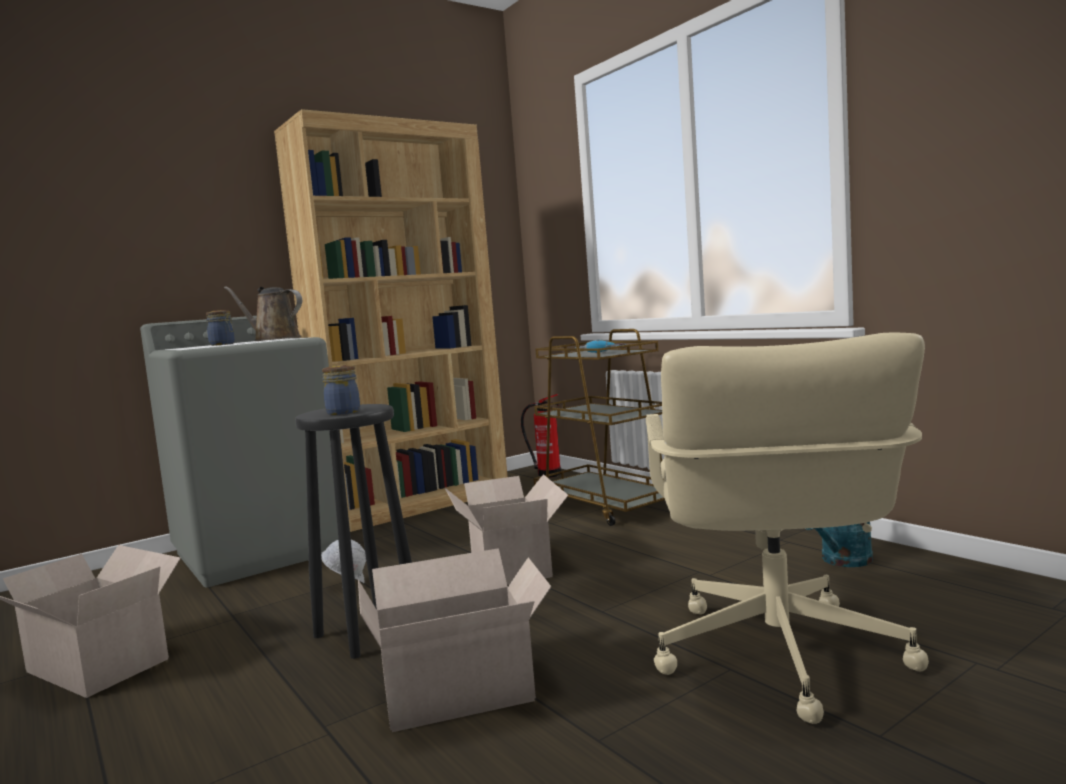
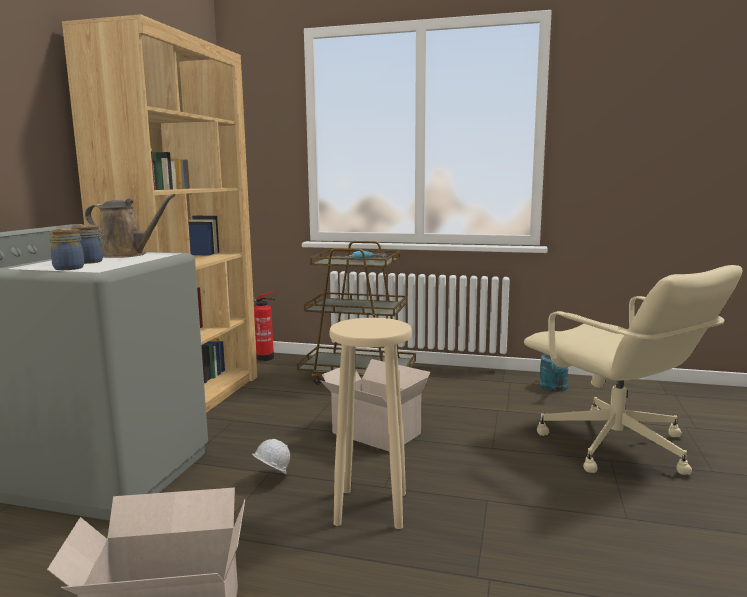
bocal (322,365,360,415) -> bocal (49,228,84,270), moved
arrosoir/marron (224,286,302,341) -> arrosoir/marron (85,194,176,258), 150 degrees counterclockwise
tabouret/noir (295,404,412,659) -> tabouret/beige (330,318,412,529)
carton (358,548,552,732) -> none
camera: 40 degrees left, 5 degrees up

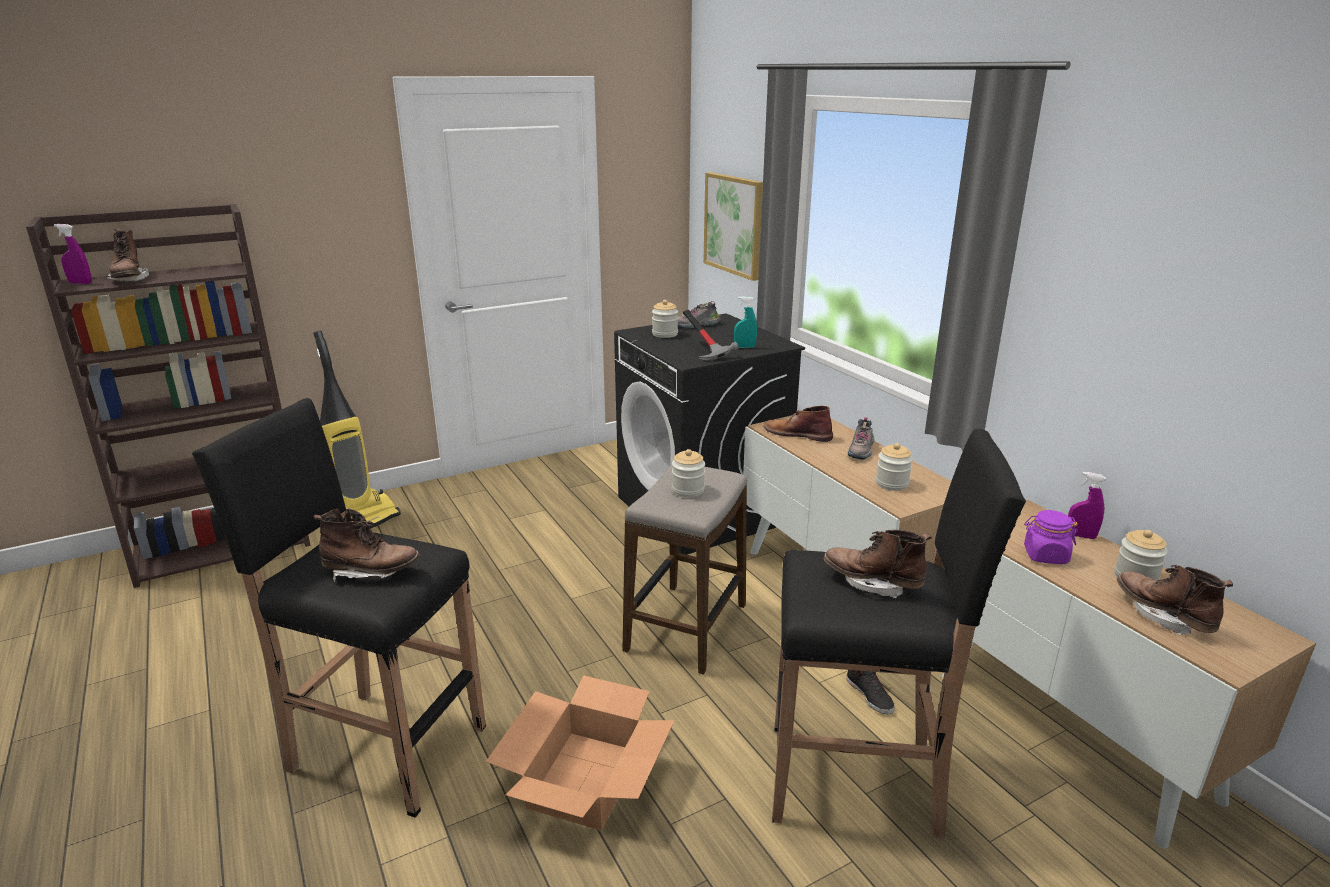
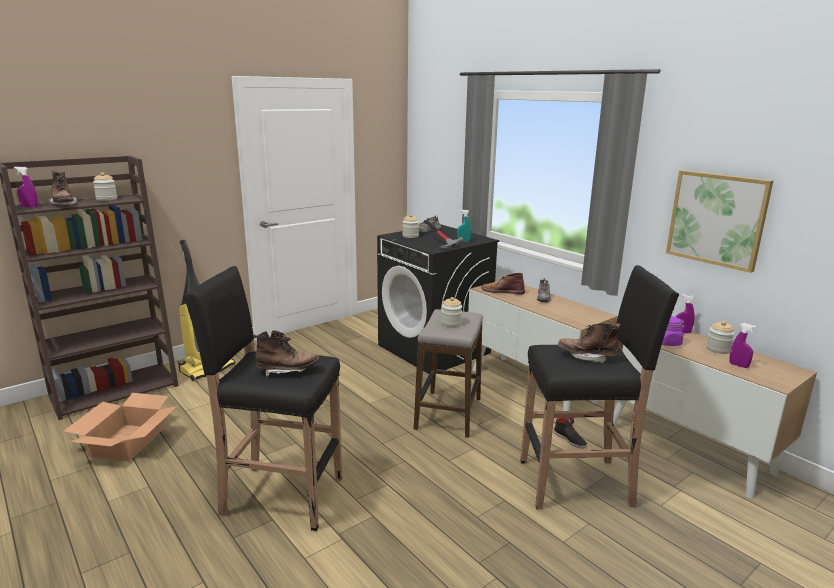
carton (486,675,675,830) -> carton (64,393,177,461), moved
bocal (876,443,913,491) -> bocal (93,172,117,201), moved
tableau (703,172,763,281) -> tableau (666,170,773,273), moved
botte/marron (1117,565,1233,635) -> vaporisateur/violet (729,323,756,368)
camera: 10 degrees left, 5 degrees down

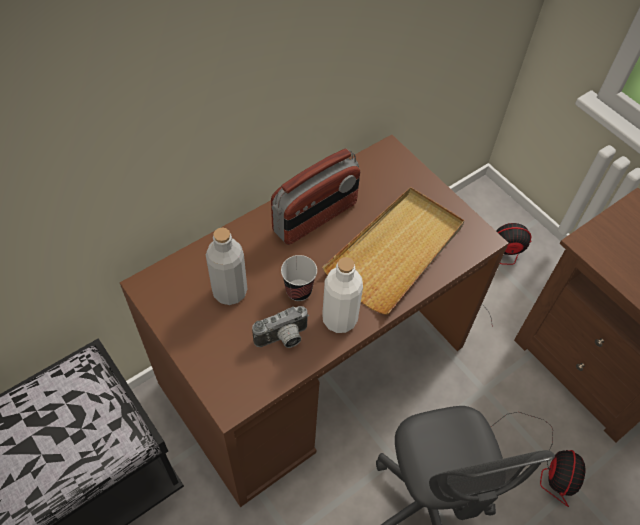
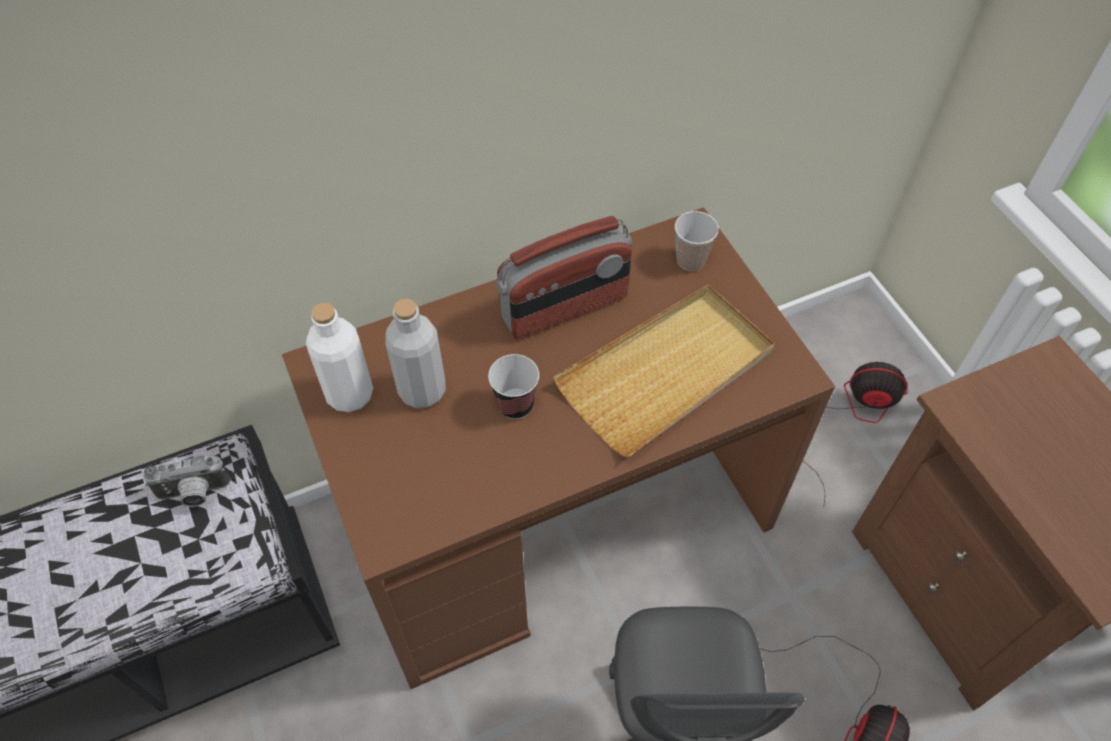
appareil photo (252,306,309,348) -> appareil photo (143,455,231,507), moved
bouteille/blanc (322,257,363,333) -> bouteille/blanc (306,303,373,412), moved
none -> tasse (675,211,719,271)
camera: 15 degrees right, 0 degrees up

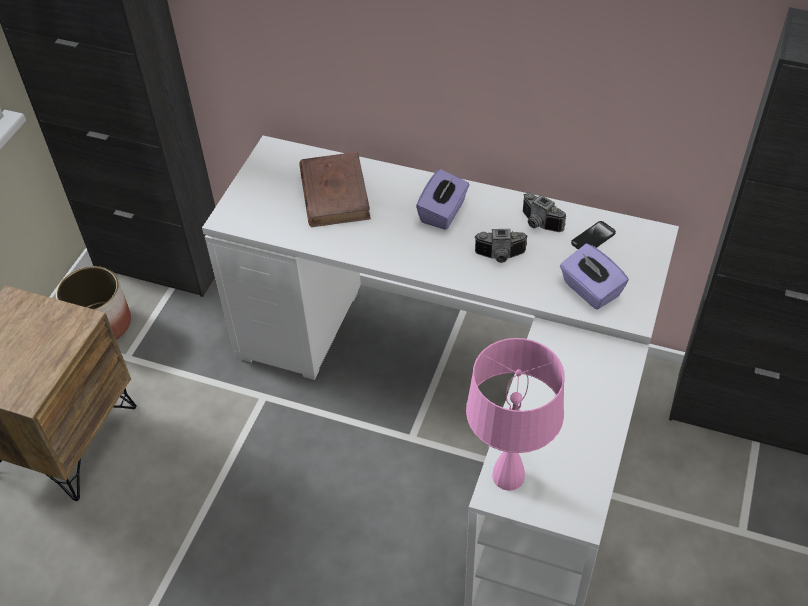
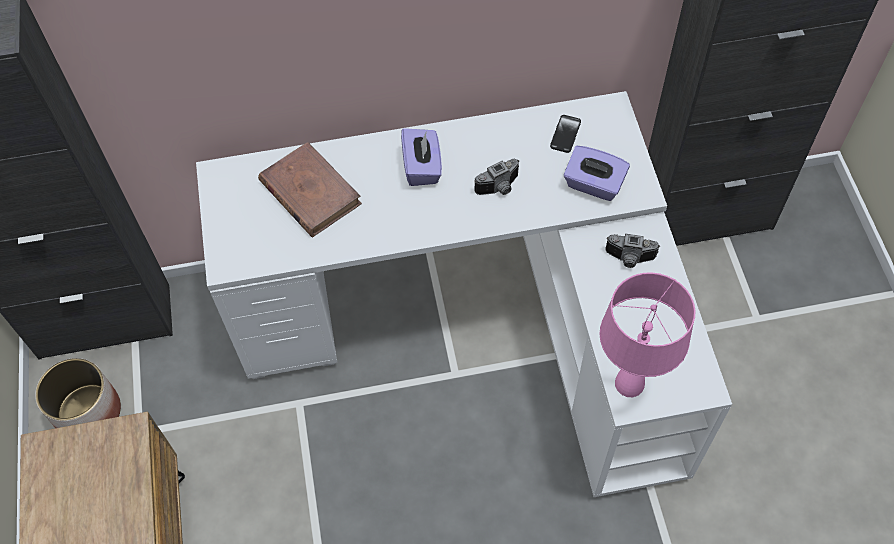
appareil photo (523,193,566,232) -> appareil photo (605,233,660,268), moved
camera: 30 degrees left, 10 degrees up

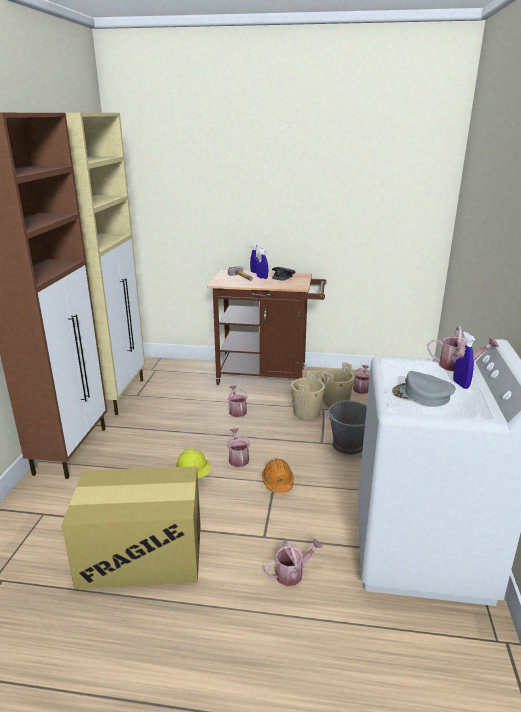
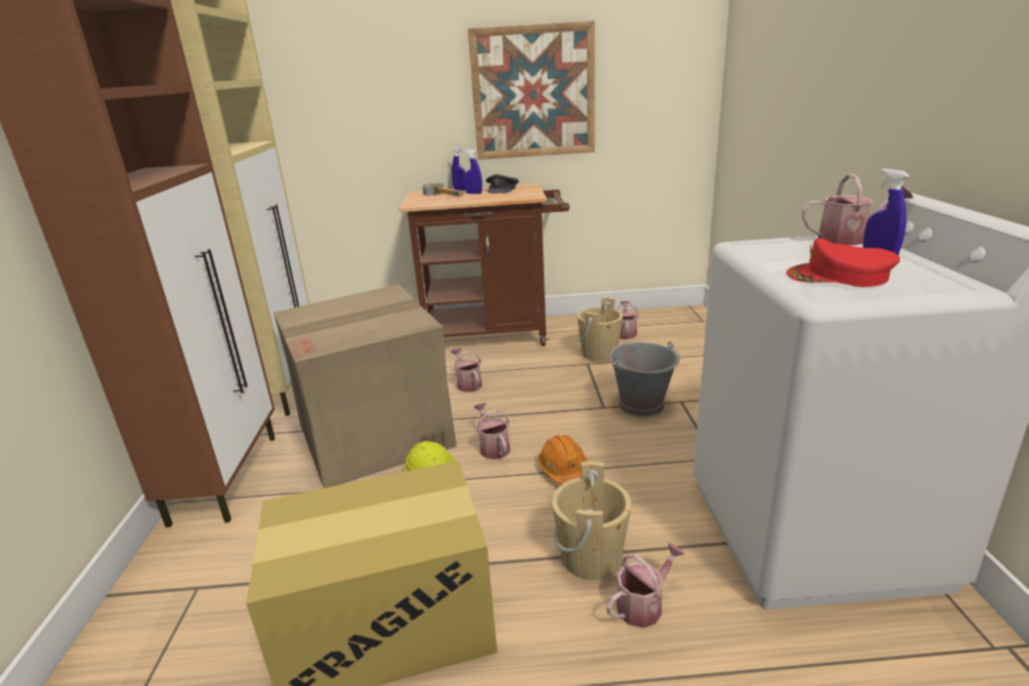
none -> carton (274,284,457,488)
none -> tableau (468,21,595,160)
seau/beige (291,370,325,420) -> seau/beige (552,462,631,580), moved
casquette/gris (392,371,456,406) -> casquette/rouge (786,239,900,287)
camera: 10 degrees left, 0 degrees up

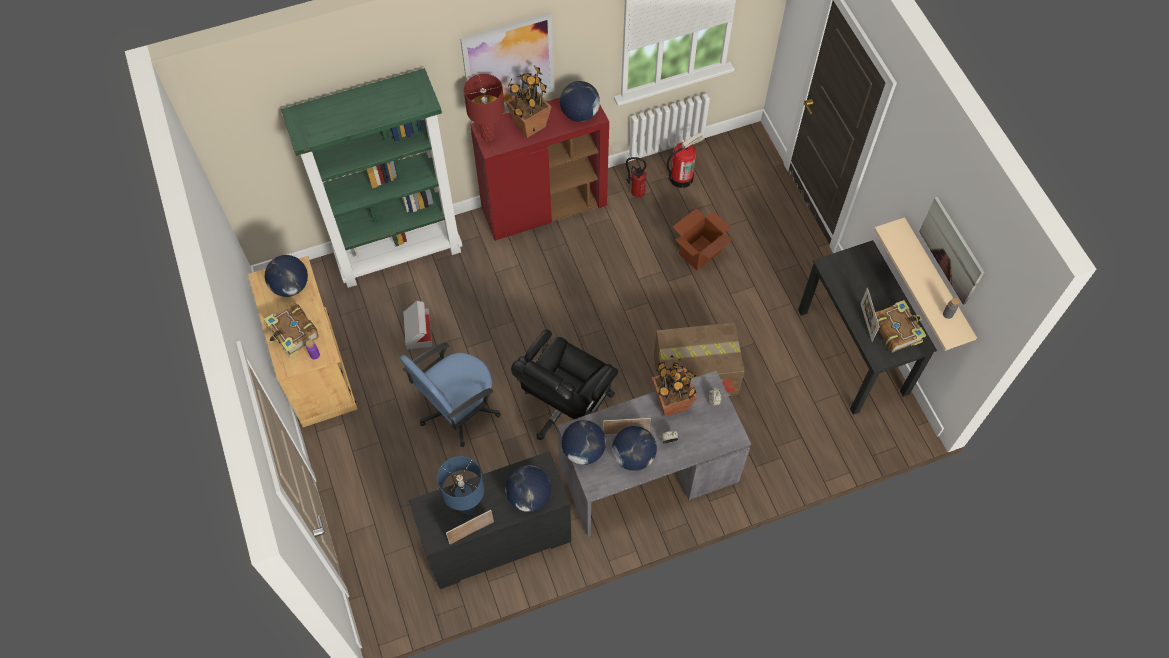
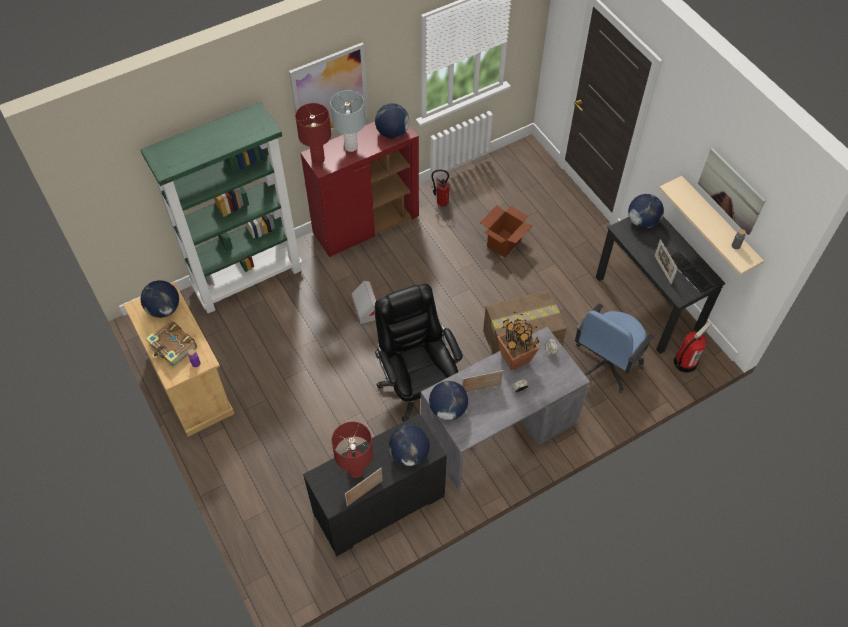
plante en pot (505,66,551,138) -> lampe de table/gris (330,90,365,152)
lampe de table/bleu (437,456,484,514) -> lampe de table/rouge (332,422,373,478)
carton (403,301,432,349) -> carton (351,281,377,324), moved
chaise de bureau/noir (511,330,618,440) -> chaise de bureau/noir (375,284,463,422), 135 degrees clockwise
chaise de bureau/bleu (400,343,501,447) -> chaise de bureau/bleu (575,304,654,393), moved
globe (612,426,657,471) -> globe (628,194,664,229), moved
livre (875,300,926,353) -> clavier (671,251,713,293)
extincteur (667,132,704,188) -> extincteur (674,321,712,373), moved
camera: 10 degrees left, 5 degrees down

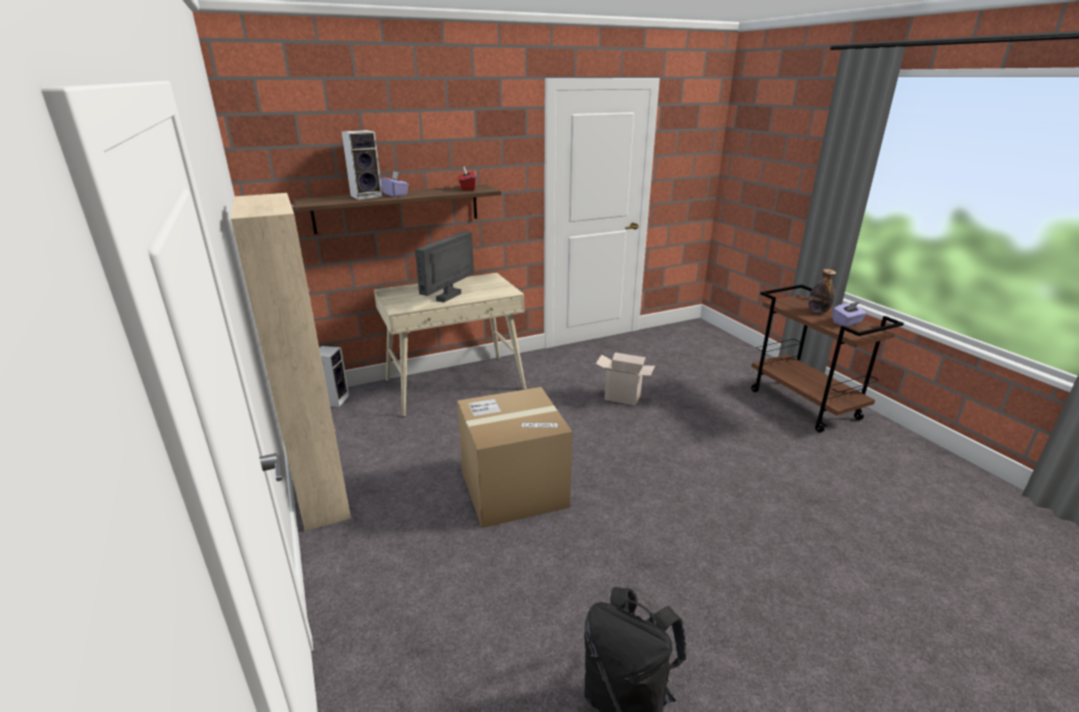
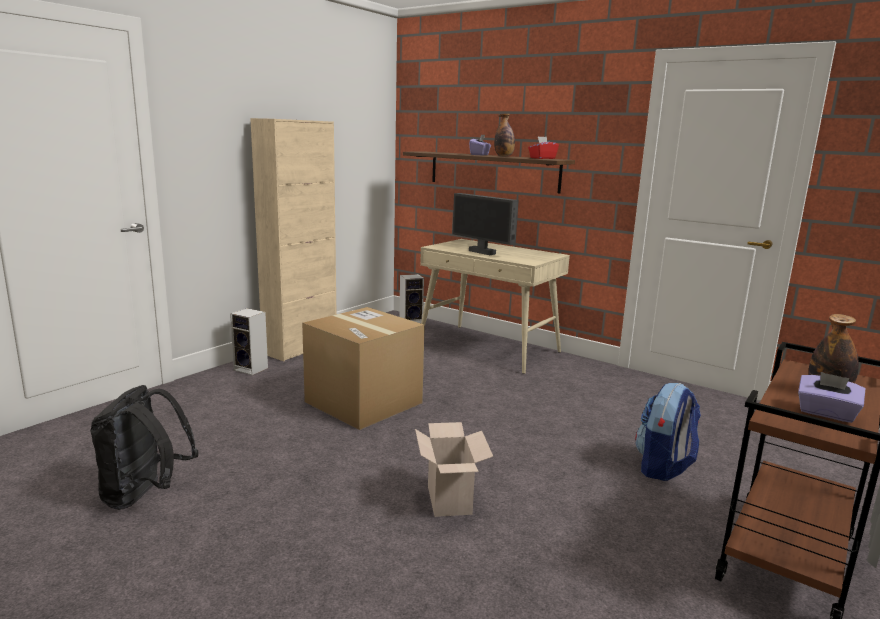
enceinte (342,130,383,200) -> enceinte (230,308,268,375), moved
carton (596,352,655,406) -> carton (415,422,493,517), moved
écran d'ordinateur (415,231,474,302) -> écran d'ordinateur (452,193,519,255), 135 degrees counterclockwise
none -> bouteille (494,114,515,156)
none -> sac à dos (635,383,701,481)
camera: 60 degrees right, 10 degrees down

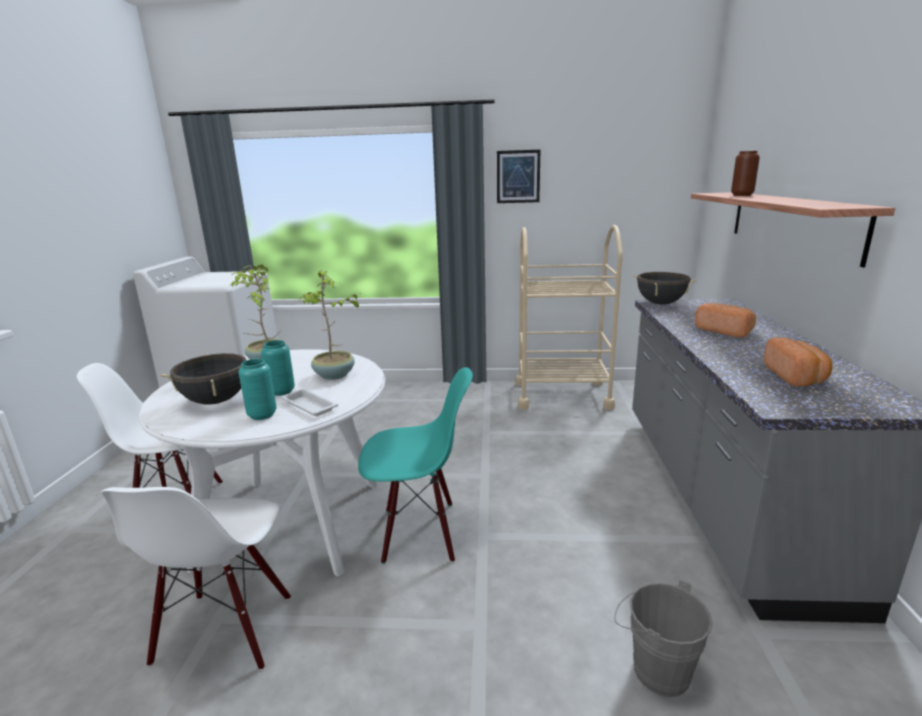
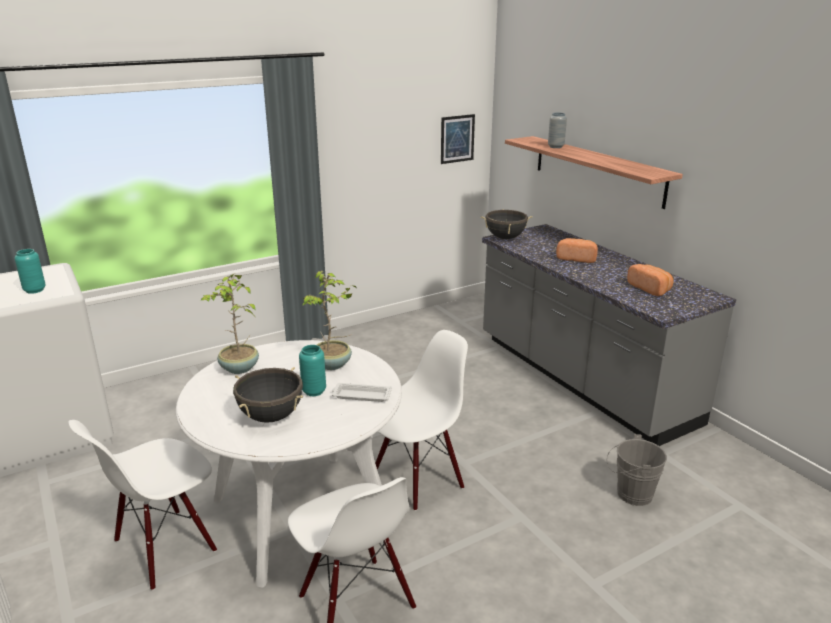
vase/turquoise (239,359,276,420) -> vase/turquoise (14,249,46,294), moved
chaise/turquoise (358,367,473,564) -> chaise/blanc (375,330,468,511)
tableau (497,150,540,203) -> tableau (441,114,475,164), moved
vase/marron (731,151,760,196) -> vase/gris (548,113,567,148)
chariot/beige (516,225,623,410) -> none
camera: 35 degrees left, 5 degrees up

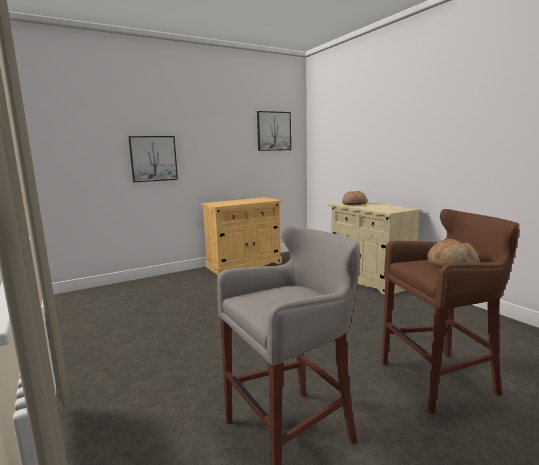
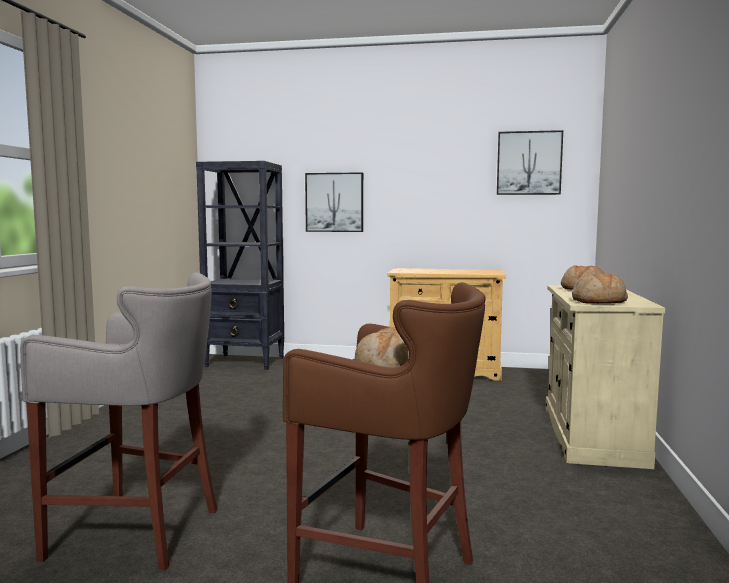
none -> bibliothèque/noir (196,161,284,370)
none -> pain (572,273,628,304)
camera: 40 degrees right, 5 degrees down

